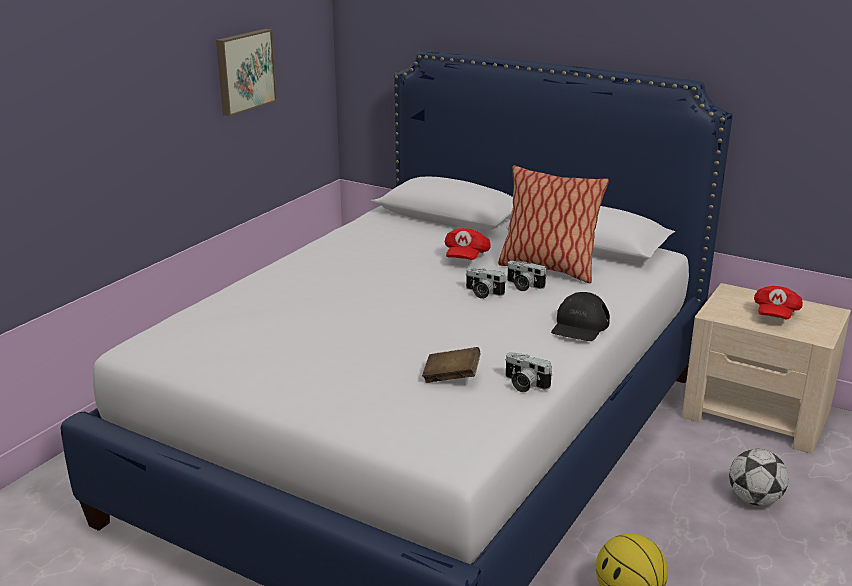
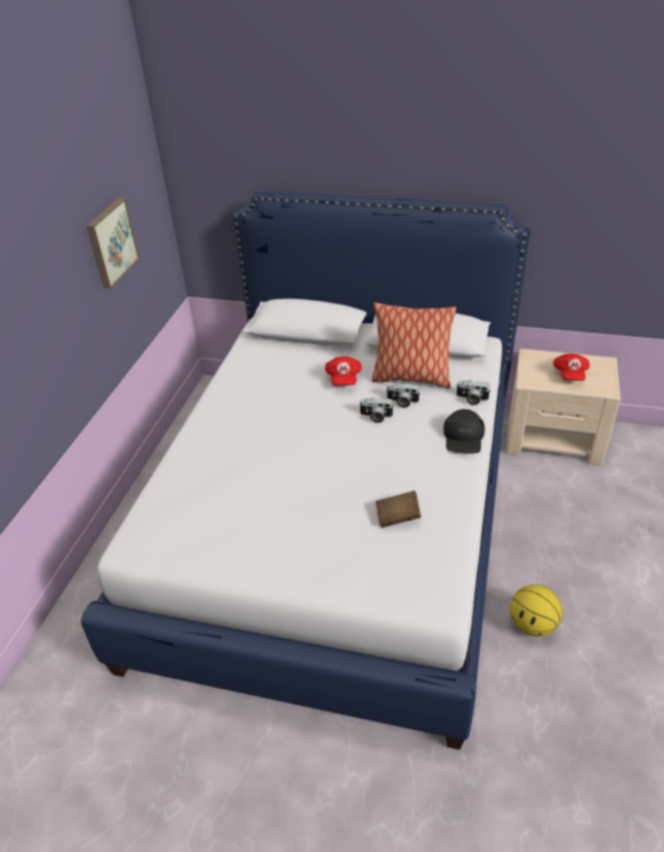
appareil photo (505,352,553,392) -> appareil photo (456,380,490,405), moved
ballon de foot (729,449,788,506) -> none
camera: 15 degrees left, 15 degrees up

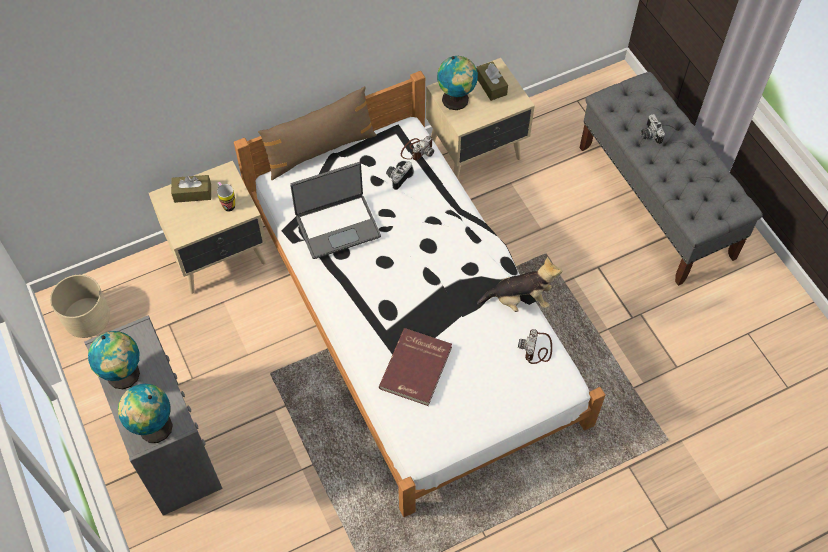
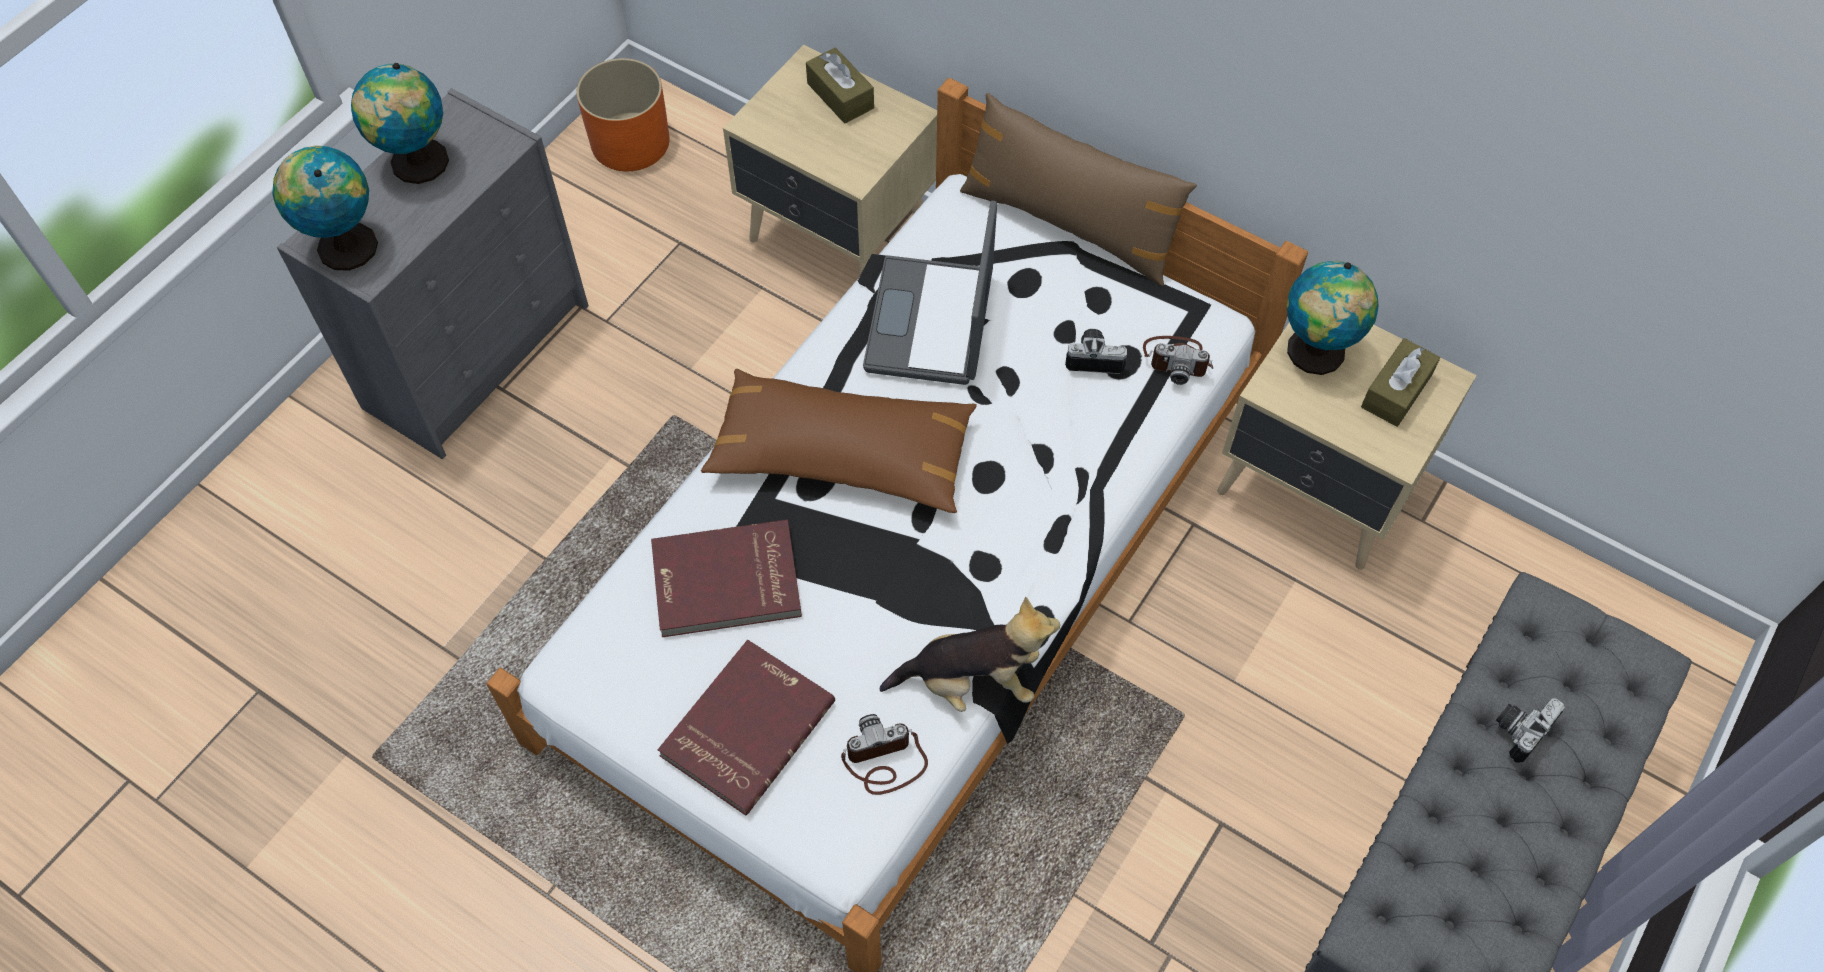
cache-pot/beige (50,275,110,338) -> cache-pot/orange (576,58,670,171)
none -> livre/rouge (658,640,835,815)
none -> coussin/marron (701,369,977,513)
ordinateur portable (290,162,381,259) -> ordinateur portable (863,201,997,385), 60 degrees clockwise
peluche (477,257,562,312) -> peluche (880,597,1060,712), 60 degrees counterclockwise
mug (217,182,235,212) -> none
camera: 60 degrees right, 0 degrees up

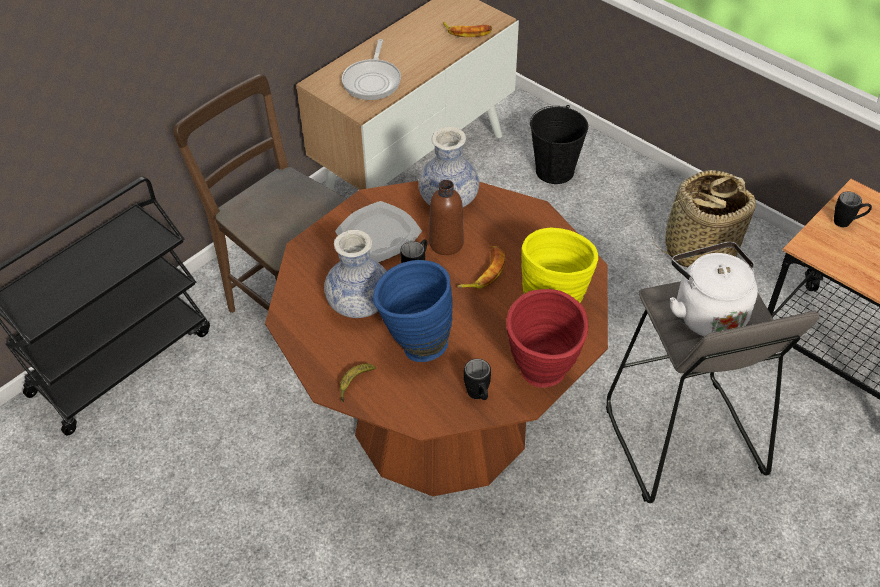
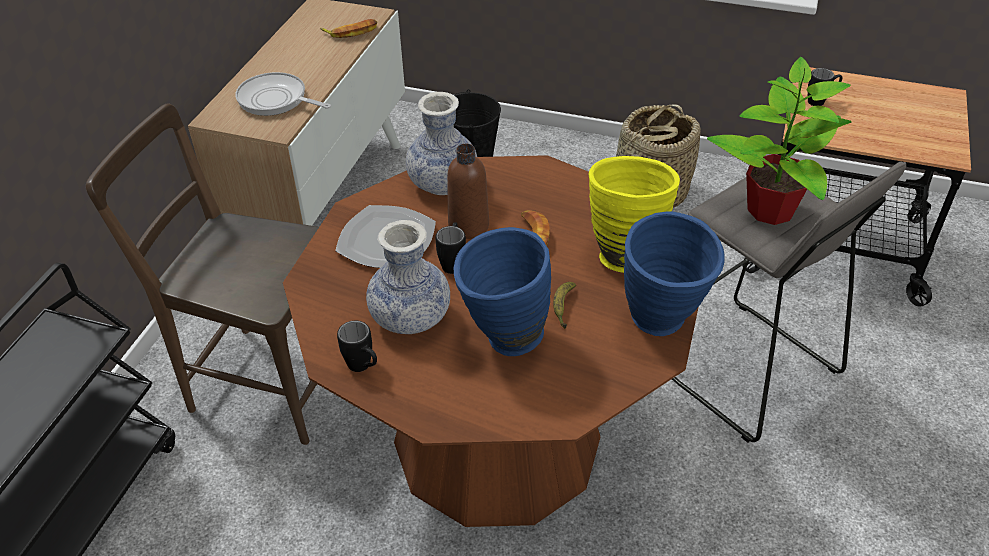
poêle (342,39,401,100) -> poêle (235,72,331,116), 135 degrees clockwise
mug/noir (464,359,491,400) -> mug/noir (337,321,377,372), moved
banane (340,364,376,402) -> banane (553,282,576,329), moved
vase/rouge (506,289,588,388) -> vase/bleu (624,211,725,336)
bouilloire/blanc (670,242,758,337) -> plante en pot (707,57,852,225)
camera: 25 degrees left, 5 degrees down

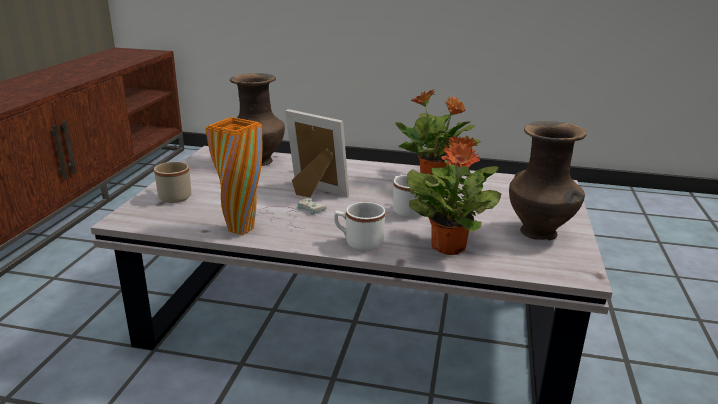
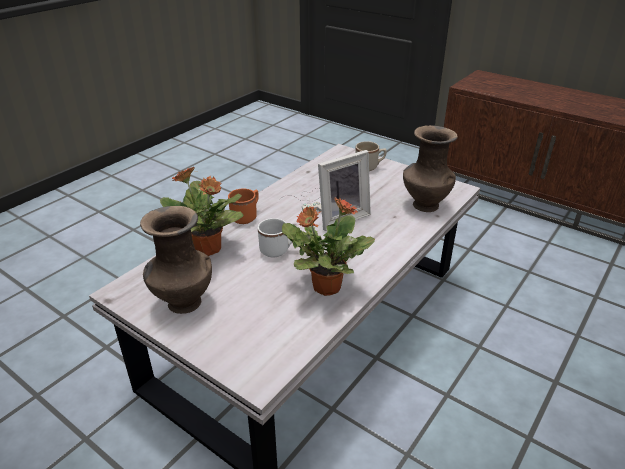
mug/blanc (334,202,385,251) -> mug/orange (228,189,259,224)
vase/orange (206,117,262,235) -> none
camera: 115 degrees right, 10 degrees up

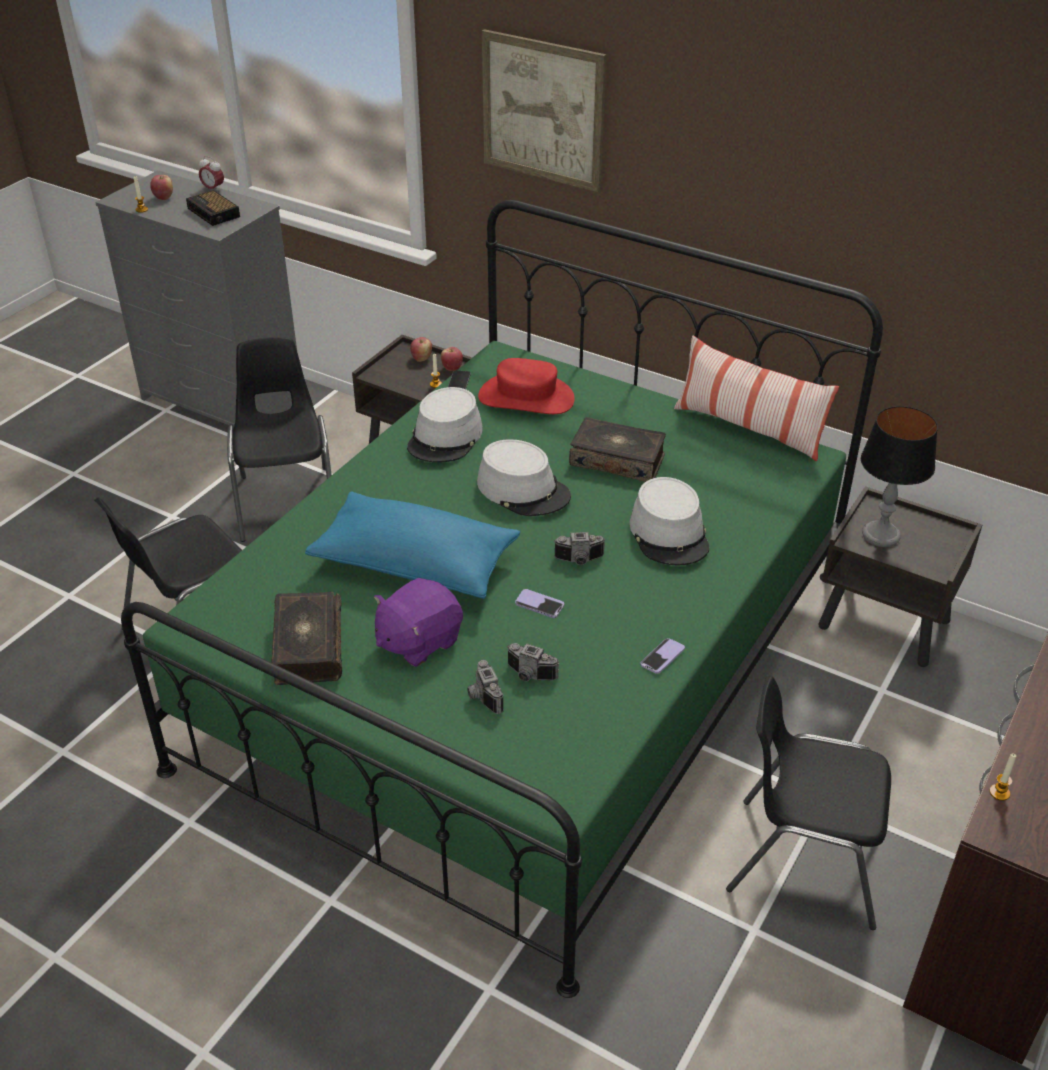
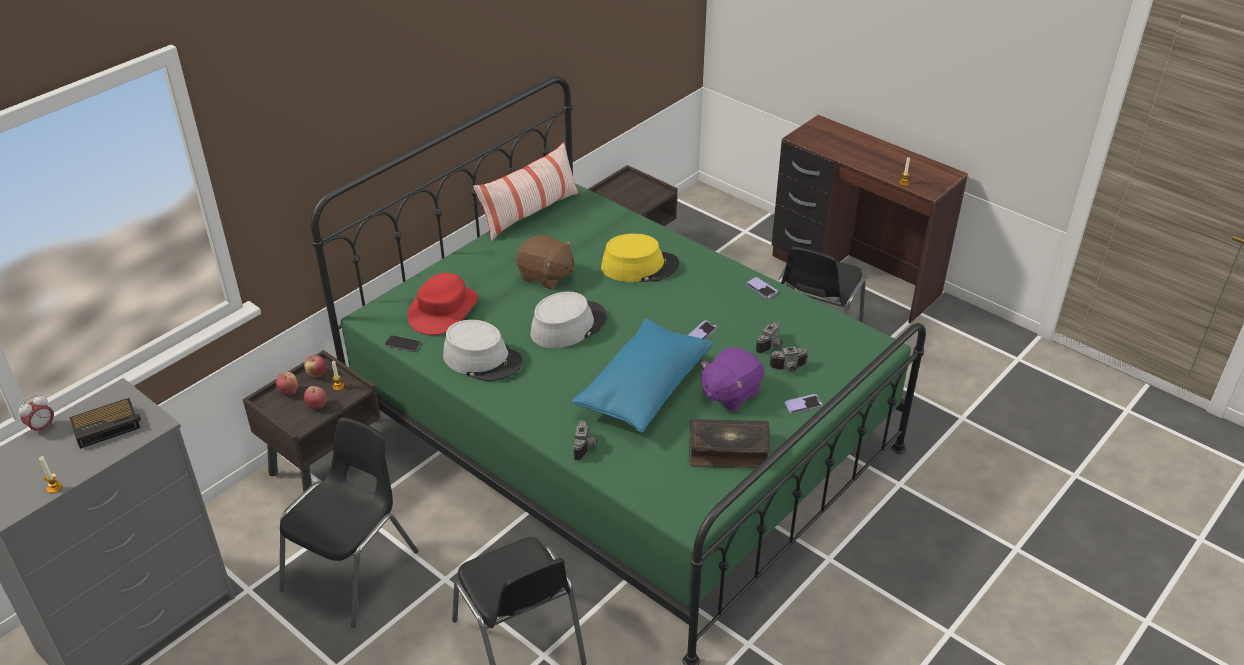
chaise/noir (227,337,332,542) -> chaise/noir (279,417,418,628), 120 degrees clockwise
pomme (150,175,173,200) -> pomme (304,386,327,410), moved
livre (569,417,666,482) -> peluche/marron (516,234,574,289)
appareil photo (554,532,605,565) -> appareil photo (573,420,597,461), moved
chapeau/gris (630,477,709,566) -> chapeau/jaune (601,233,680,282)
peluche/violet (374,578,463,667) -> peluche/violet (700,347,765,412), 75 degrees clockwise
none -> téléphone (784,394,822,414)
tableau (482,29,606,192) -> none
lampe de table (861,406,938,547) -> none
camera: 80 degrees left, 0 degrees up

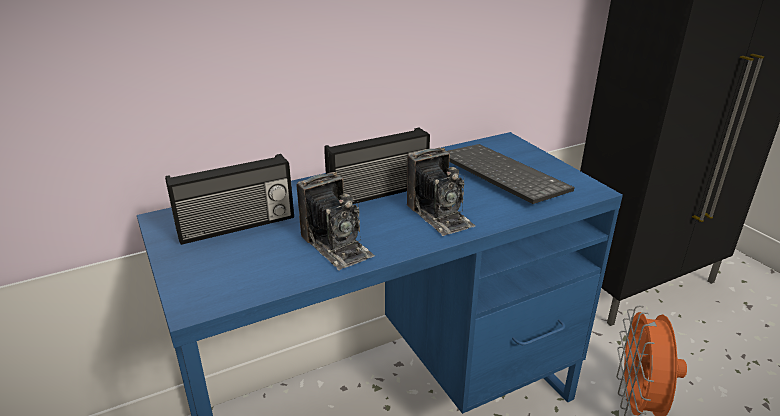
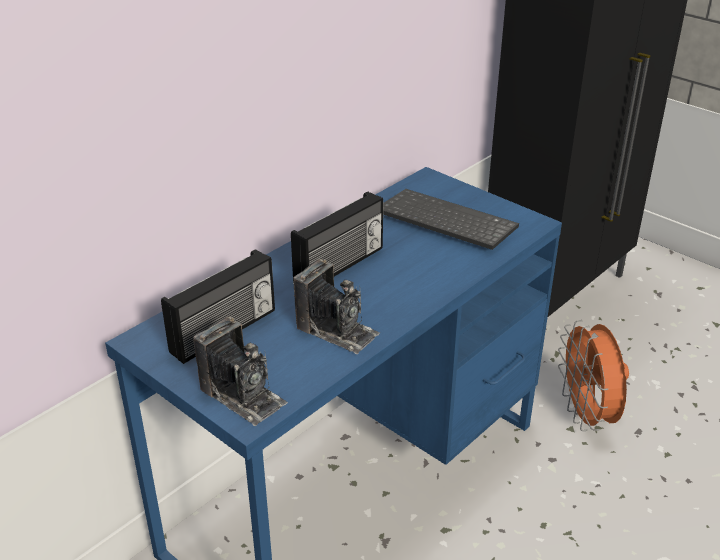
appareil photo (407,147,476,236) -> appareil photo (193,317,288,426), moved
camera: 20 degrees left, 5 degrees up

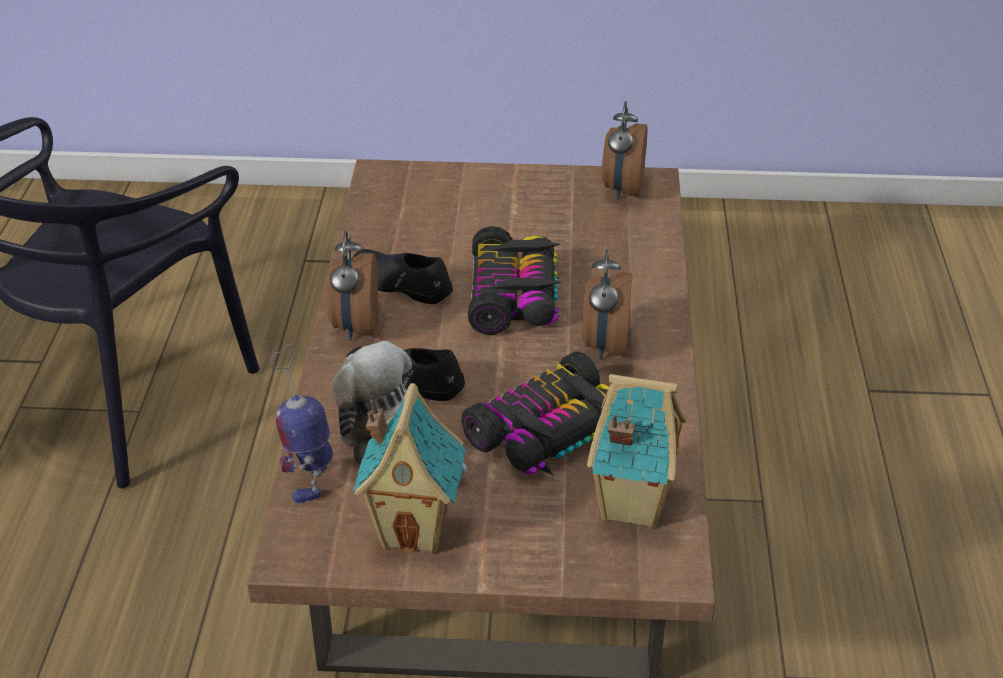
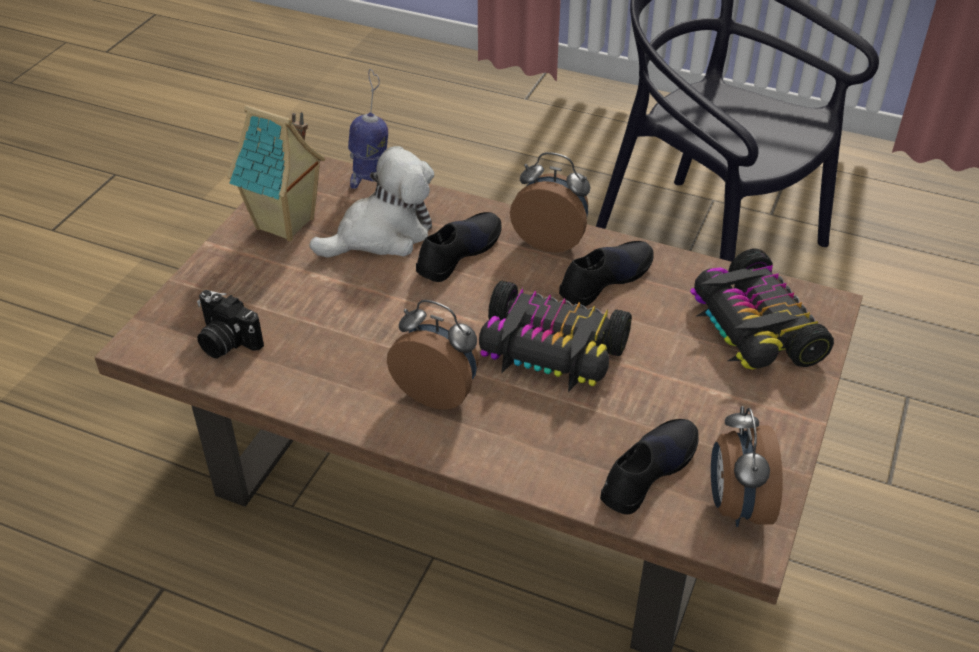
maison miniature (587,374,686,529) -> appareil photo (197,290,264,358)
none -> chaussure/noir (600,419,699,514)
petite voiture (461,352,609,476) -> petite voiture (690,248,834,369), moved
réveil (602,101,647,200) -> réveil (711,406,783,527), 120 degrees counterclockwise
camera: 110 degrees right, 5 degrees up

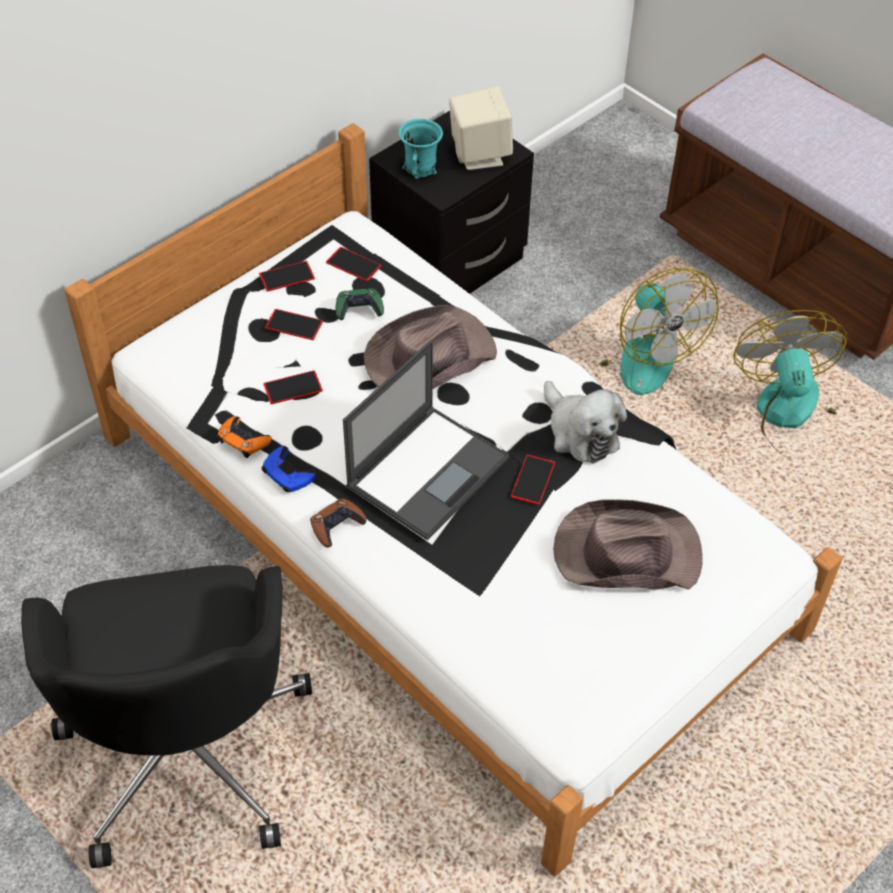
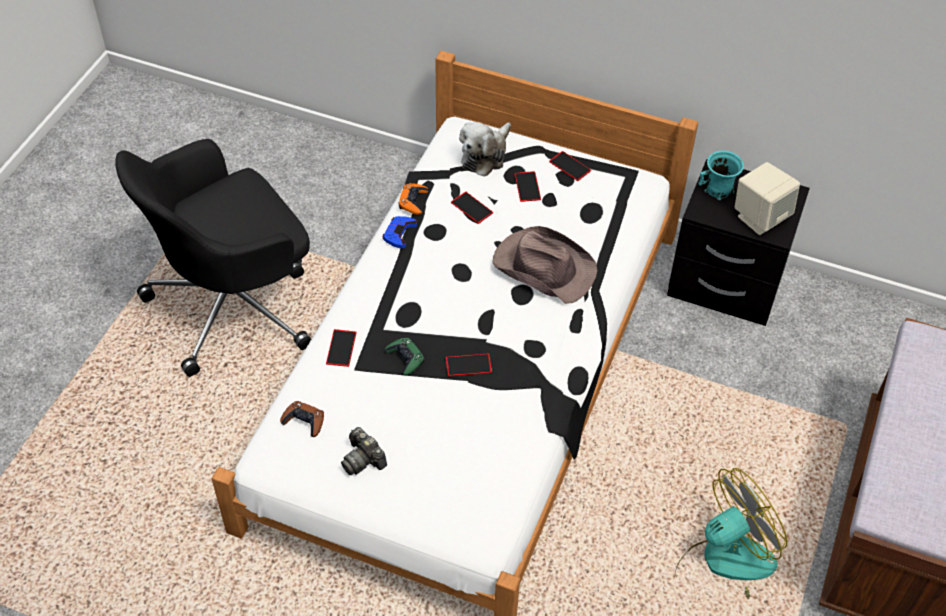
manette/marron (310,498,367,547) -> manette/marron (280,401,324,437), moved
téléphone (326,247,382,281) -> téléphone (326,329,357,367), moved
none -> appareil photo (341,427,387,475)
manette/vert (336,288,384,320) -> manette/vert (385,338,424,376), moved
peluche (544,381,627,464) -> peluche (459,122,511,176), moved
ordinateur portable (343,340,509,540) -> none
chapeau/marron (553,499,703,590) -> none
ventilateur (599,269,719,395) -> none
camera: 65 degrees right, 0 degrees up

